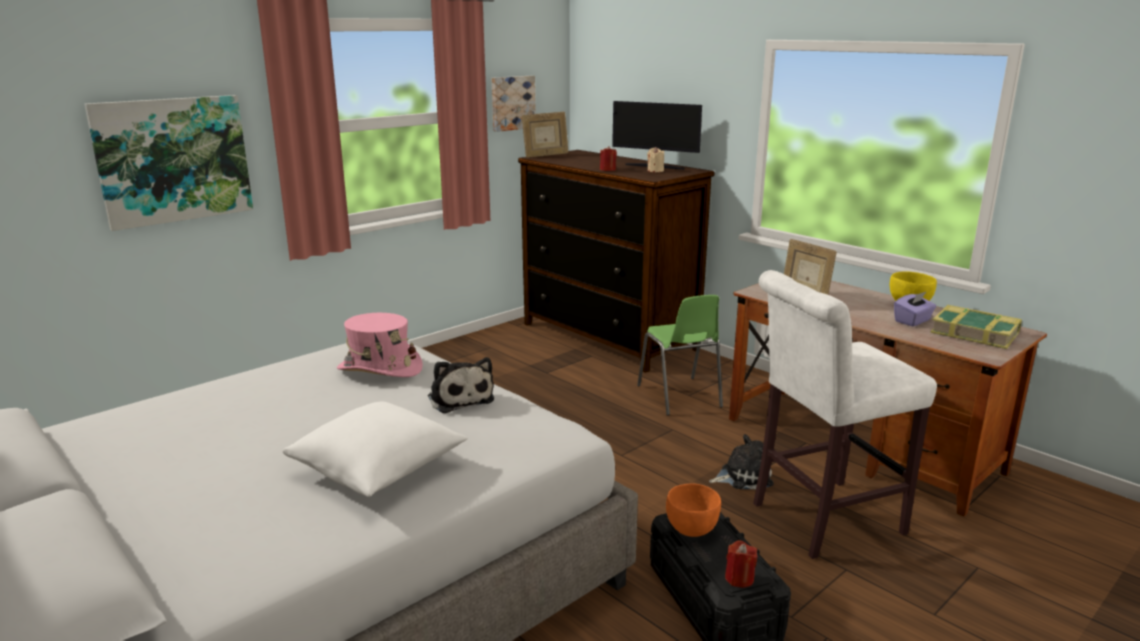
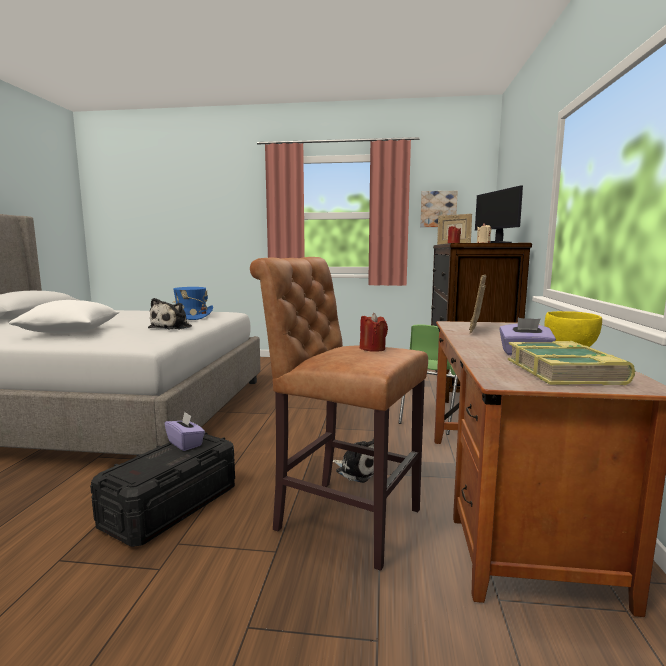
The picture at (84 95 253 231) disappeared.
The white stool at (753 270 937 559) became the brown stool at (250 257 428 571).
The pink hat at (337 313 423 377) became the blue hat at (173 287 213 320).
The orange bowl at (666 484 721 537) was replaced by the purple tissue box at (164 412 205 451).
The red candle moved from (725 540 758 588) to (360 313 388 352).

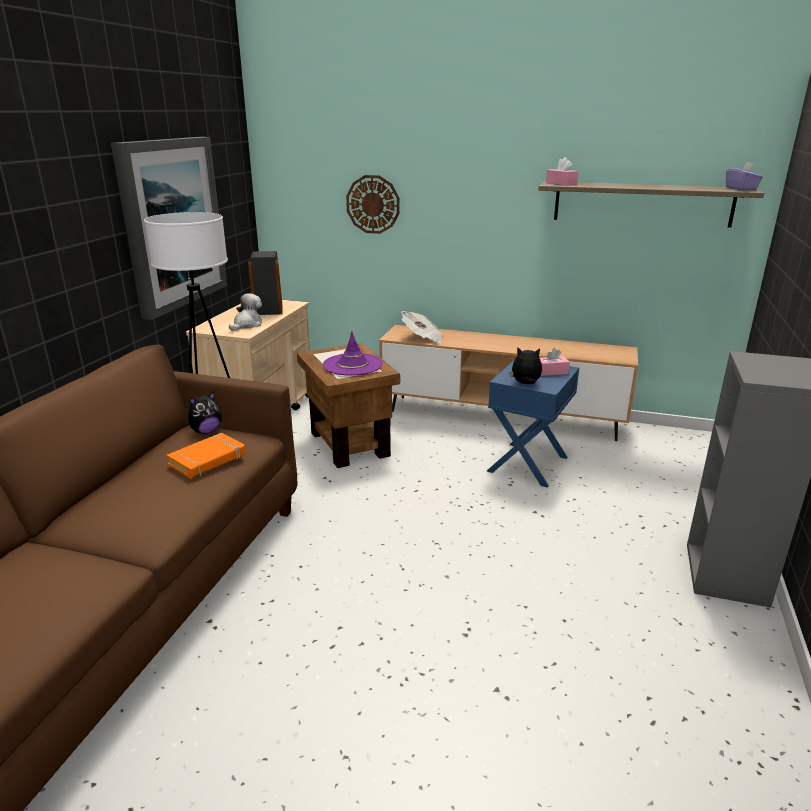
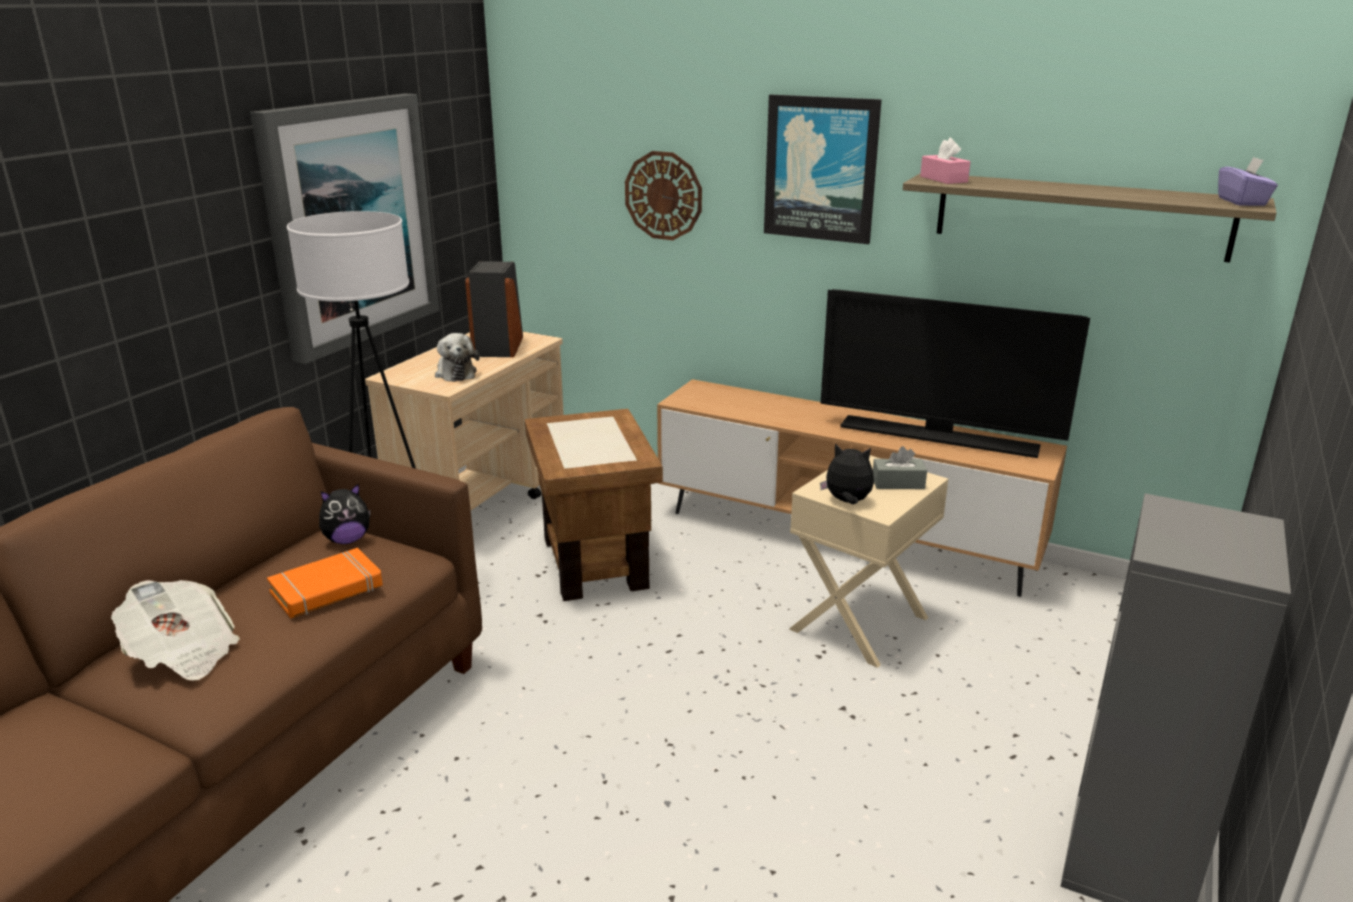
The plush toy at (229 293 262 331) turned 120 degrees clockwise.
The newspaper moved from (401 311 443 343) to (111 580 240 681).
The purple hat at (323 331 383 376) disappeared.
The pink tissue box at (540 348 570 376) became the grey tissue box at (873 446 927 489).
The blue side table at (487 361 579 488) became the beige side table at (789 455 948 668).
The picture at (764 95 882 244) appeared.
The television at (820 289 1090 458) appeared.

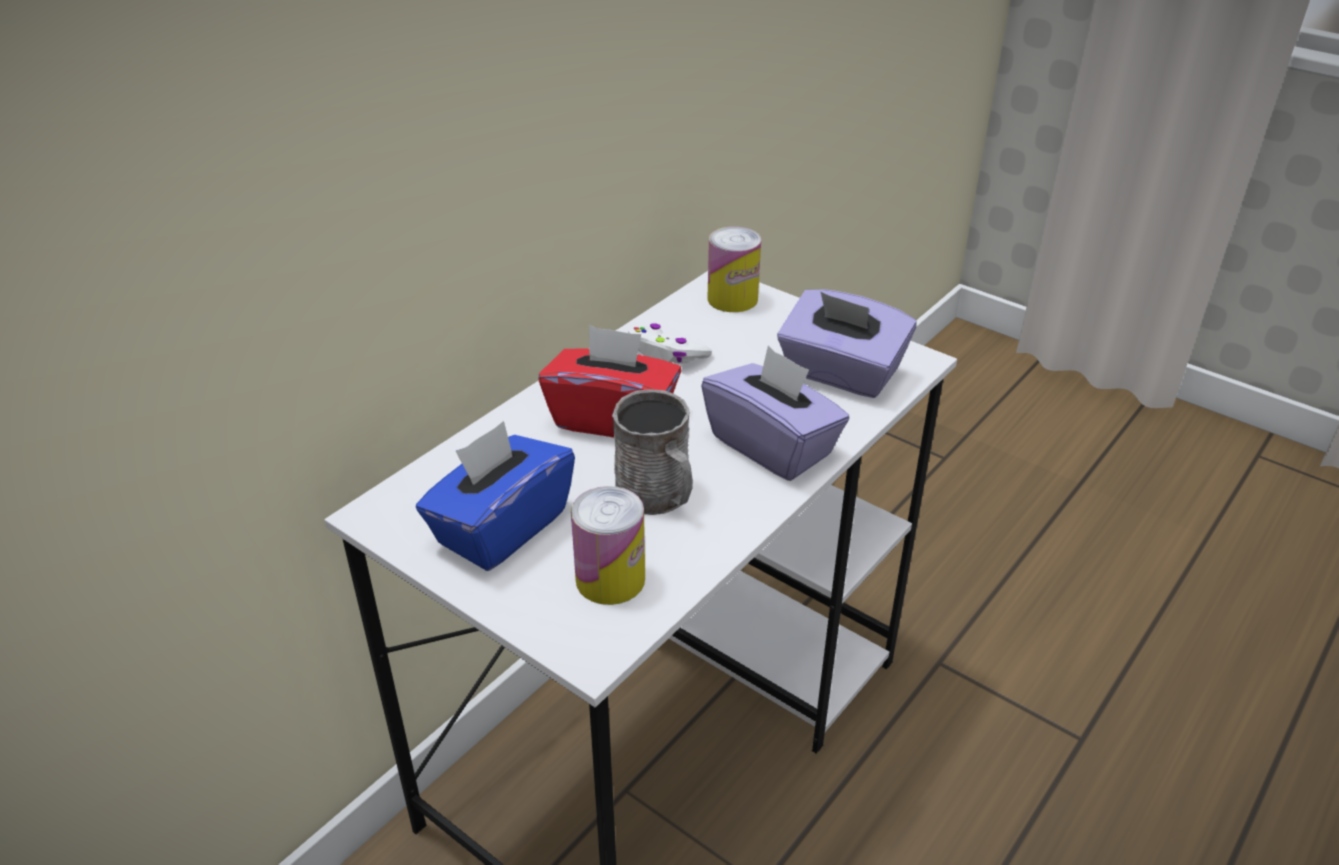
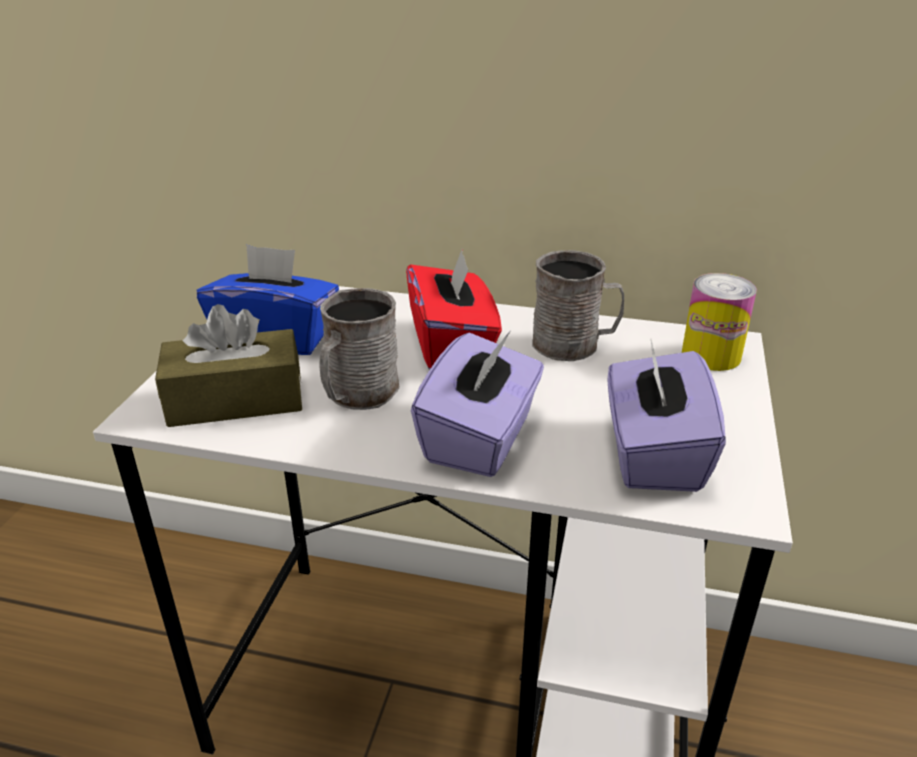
The white game controller at (628 323 712 364) was replaced by the grey mug at (532 250 624 361).
The can at (571 486 645 605) was replaced by the brown tissue box at (155 304 302 427).

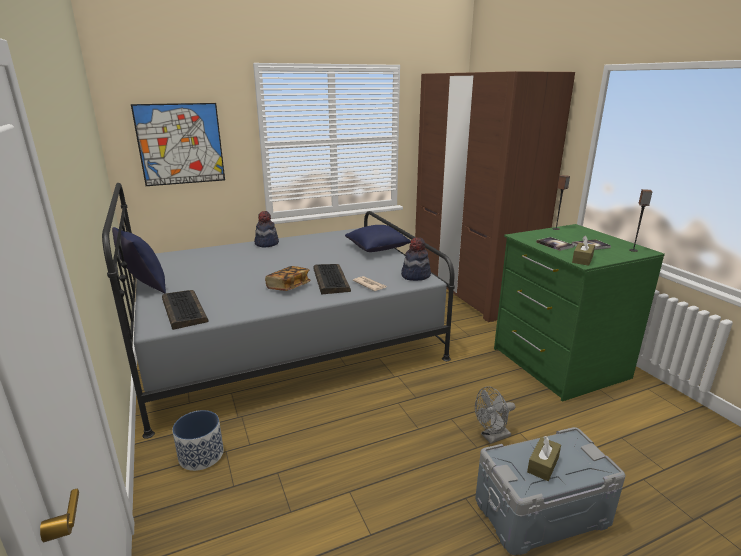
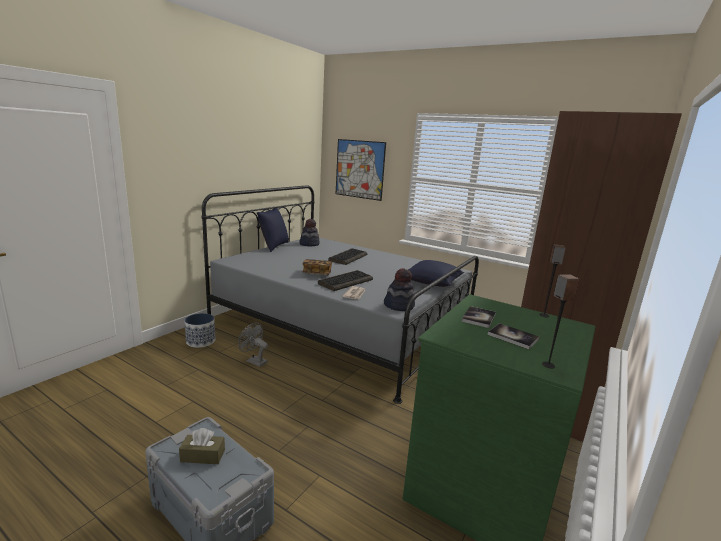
The hat moved from (254 211 279 248) to (299 219 320 246).
The brown tissue box at (572 235 595 266) disappeared.
The keyboard moved from (162 290 209 330) to (328 248 367 265).
The grey fan moved from (475 386 515 444) to (239 322 268 367).

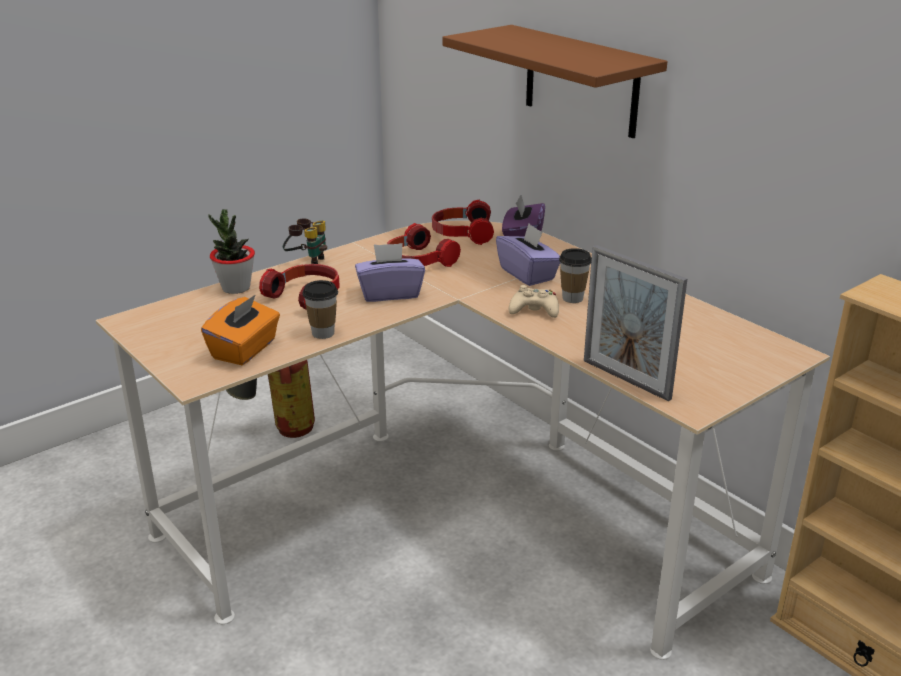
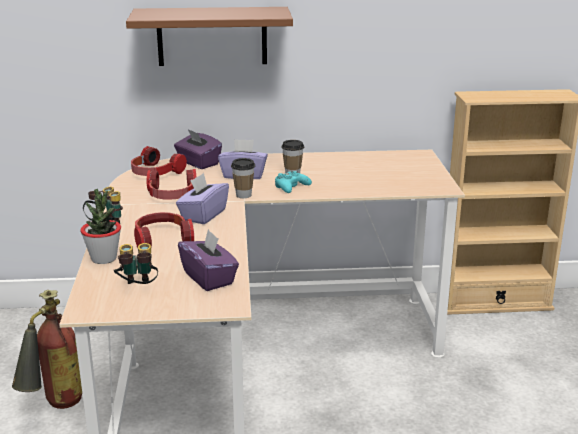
The picture frame at (584 245 687 401) disappeared.
The cup moved from (302 280 338 339) to (231 158 255 198).
The beige game controller at (509 285 559 318) became the turquoise game controller at (275 171 312 193).
The orange tissue box at (201 294 280 365) became the purple tissue box at (178 229 239 291).
The binoculars at (114 243 158 284) appeared.

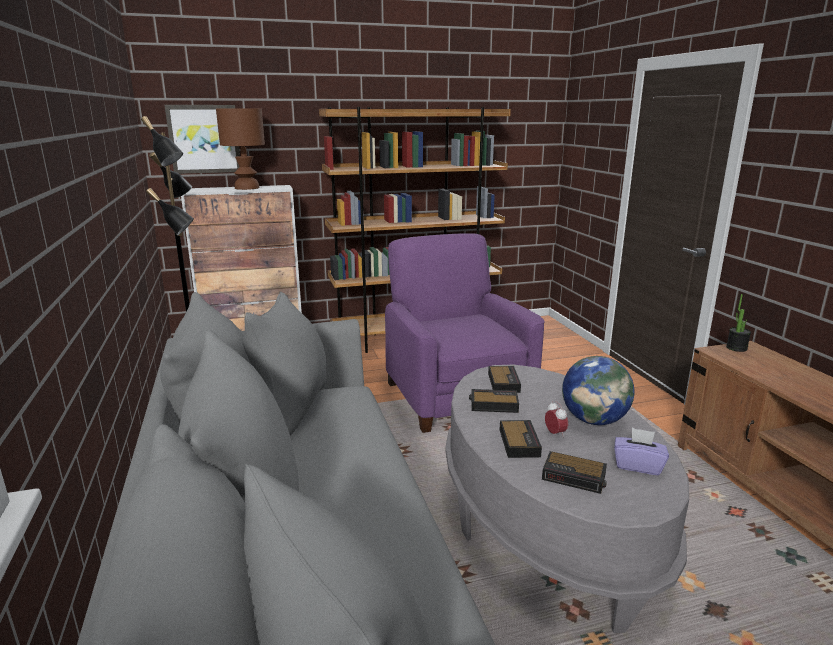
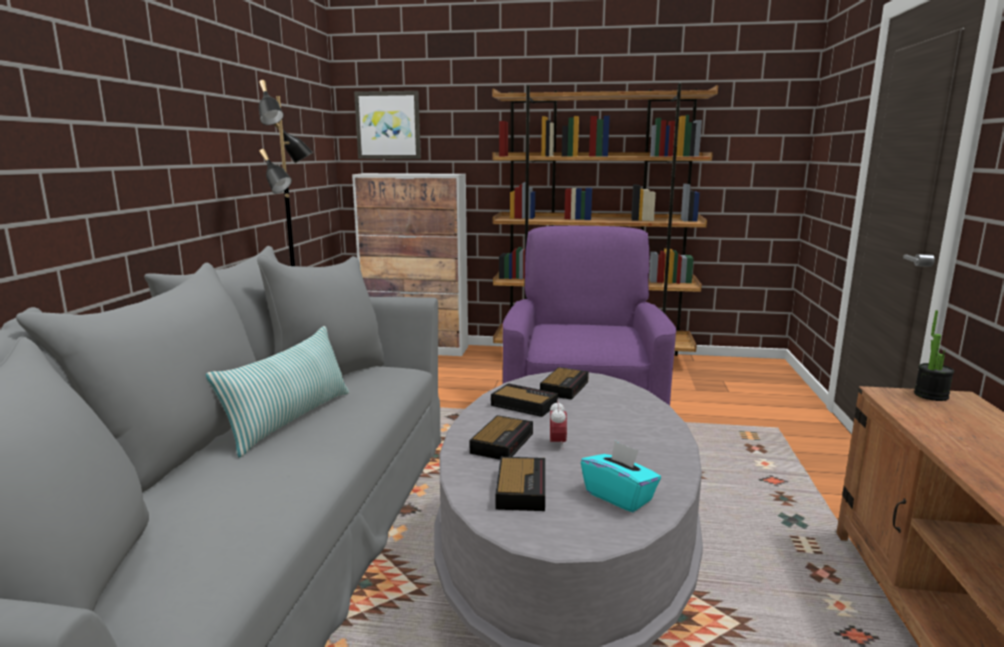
The brown table lamp at (216 109 265 190) disappeared.
The globe at (562 356 634 425) disappeared.
The purple tissue box at (614 428 669 475) became the turquoise tissue box at (581 441 661 512).
The alarm clock at (542 451 607 494) turned 135 degrees counterclockwise.
The pillow at (206 326 349 458) appeared.

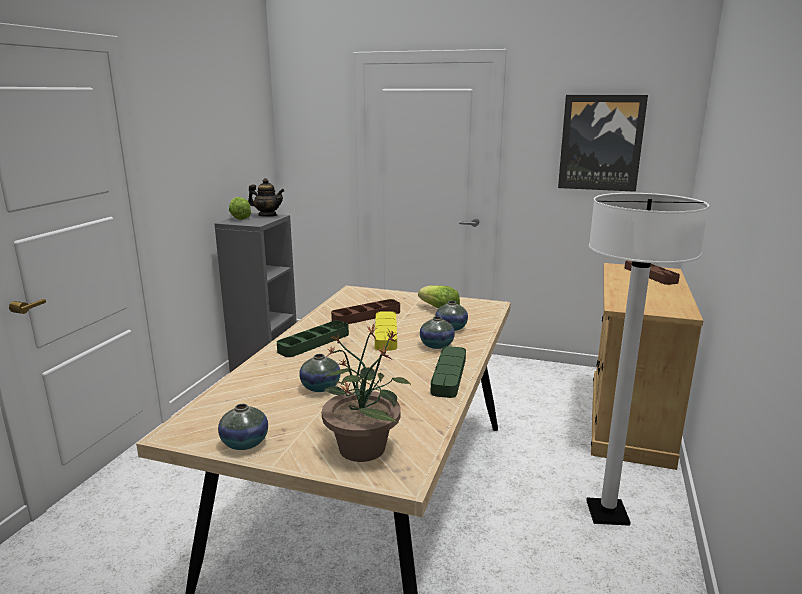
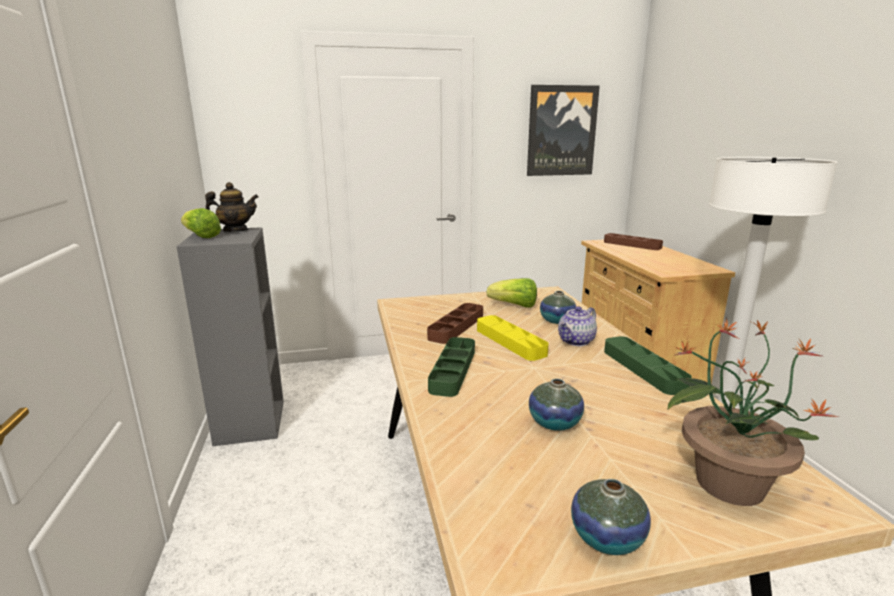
The vase at (420 316 455 349) was replaced by the teapot at (558 306 597 346).

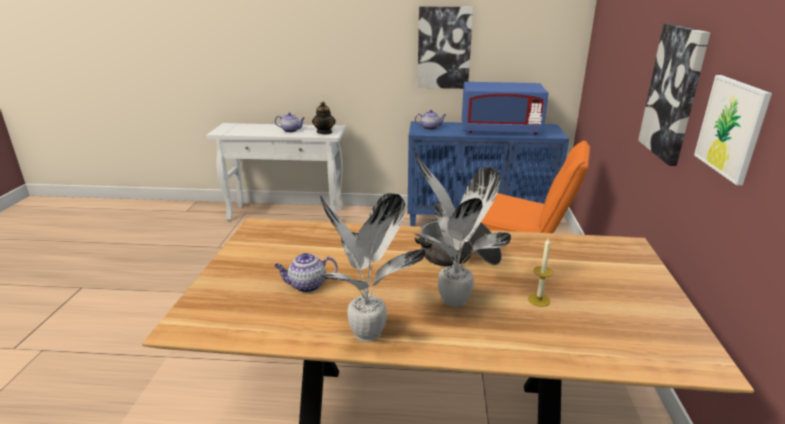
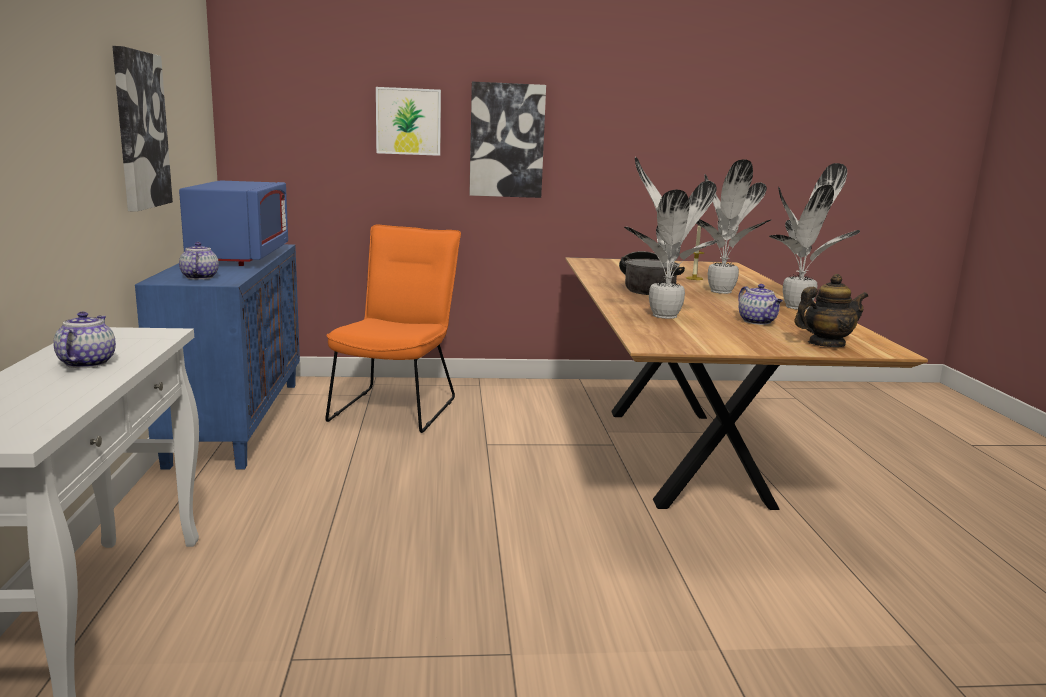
The picture moved from (694 75 772 185) to (376 87 441 156).
The teapot moved from (312 102 336 134) to (794 274 868 347).
The potted plant at (624 157 719 319) appeared.

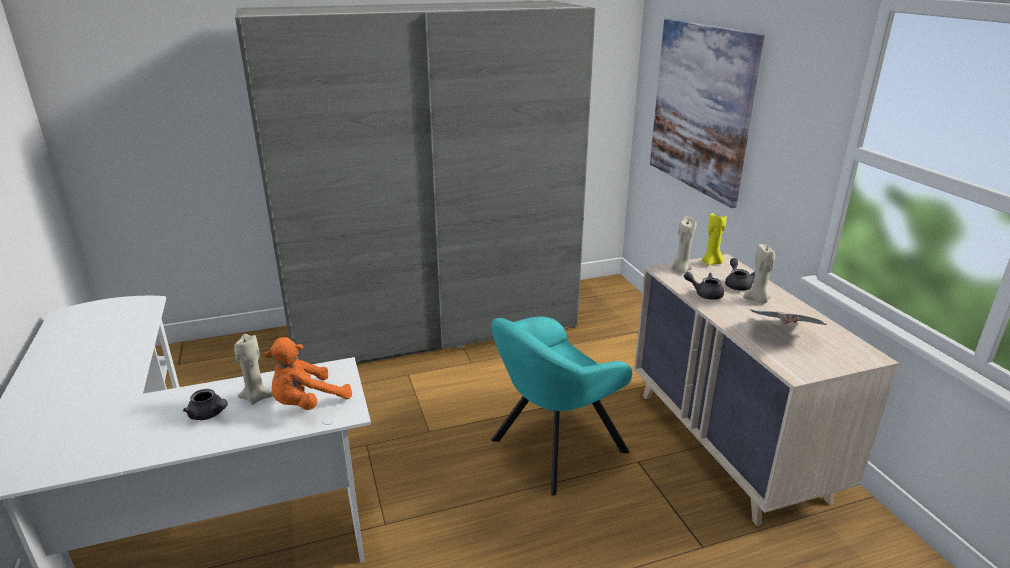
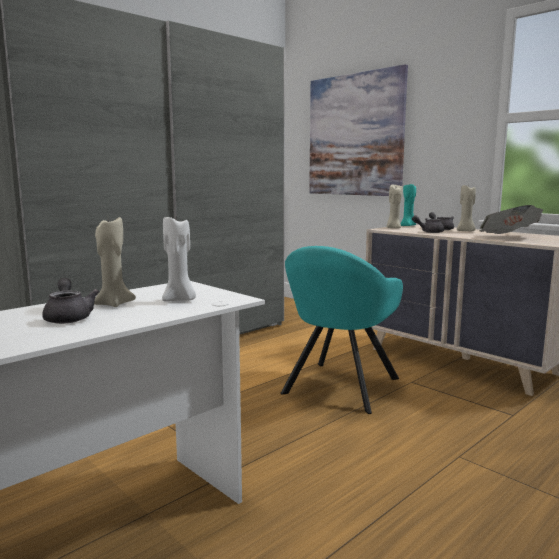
The yellow candle at (702 213 727 266) became the turquoise candle at (401 184 416 226).
The orange plush toy at (264 337 352 410) was replaced by the white candle at (162 217 196 301).
The grey teapot at (183 389 228 420) turned 120 degrees counterclockwise.

